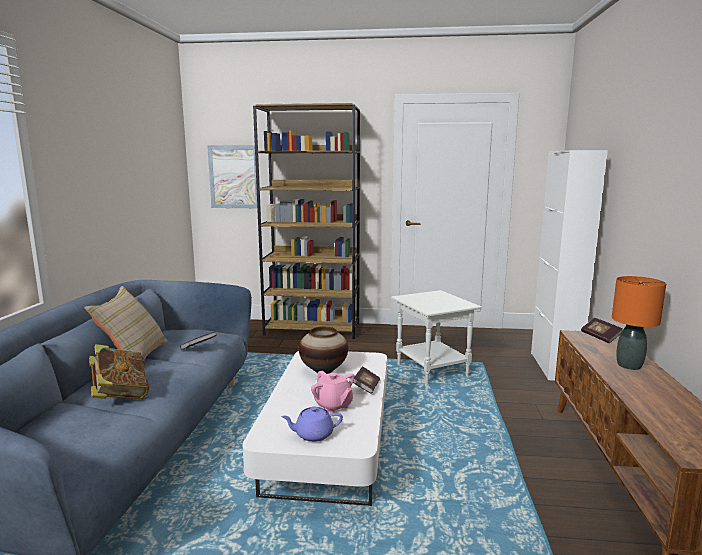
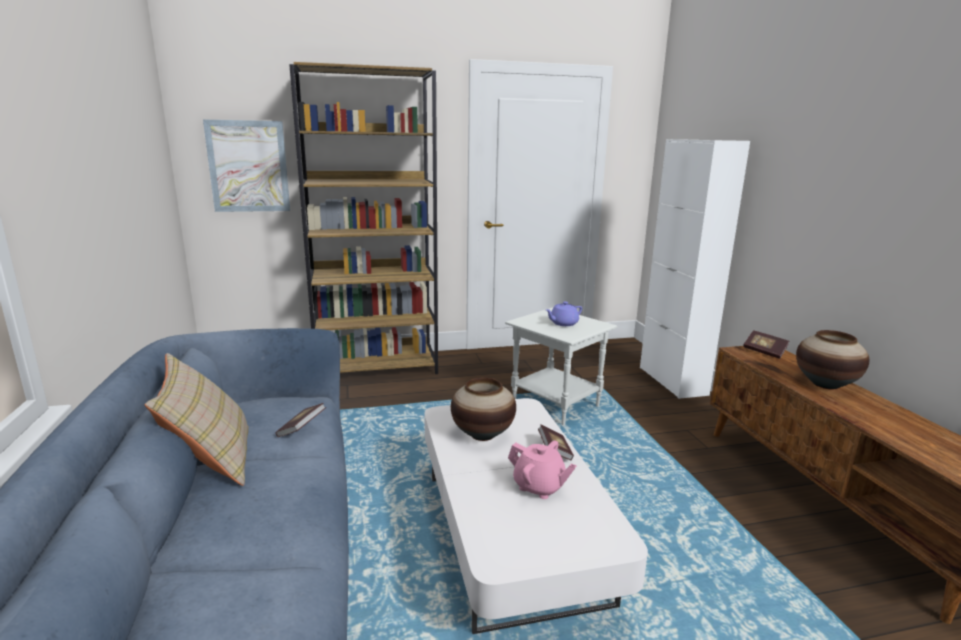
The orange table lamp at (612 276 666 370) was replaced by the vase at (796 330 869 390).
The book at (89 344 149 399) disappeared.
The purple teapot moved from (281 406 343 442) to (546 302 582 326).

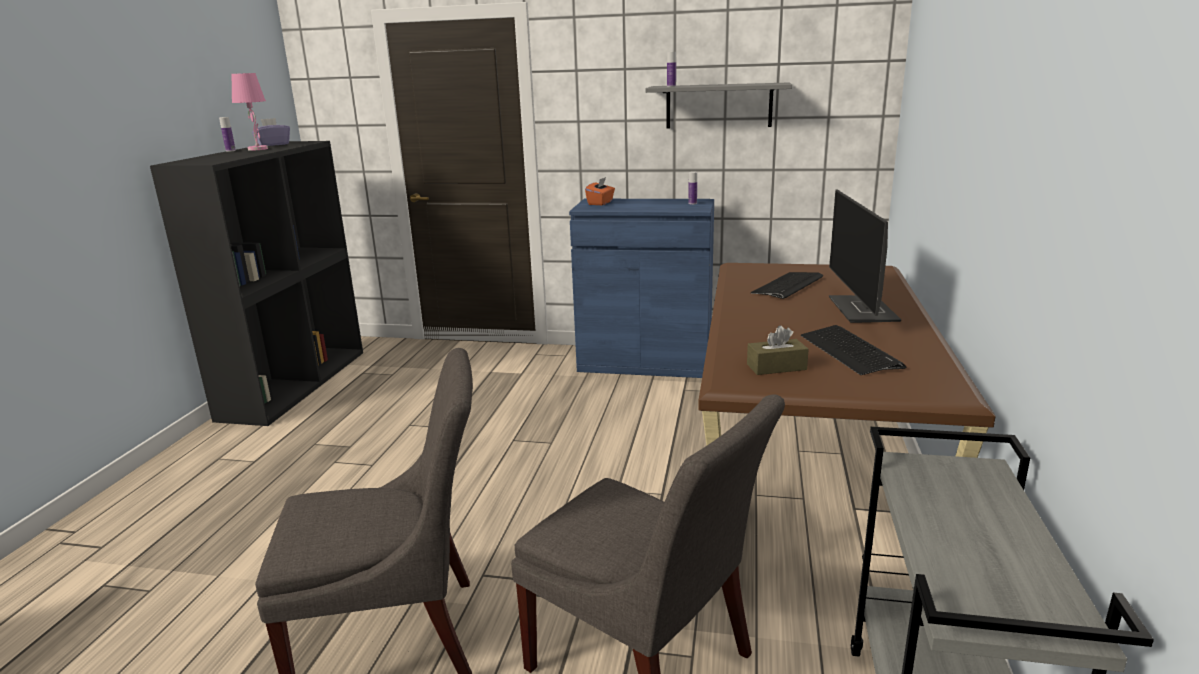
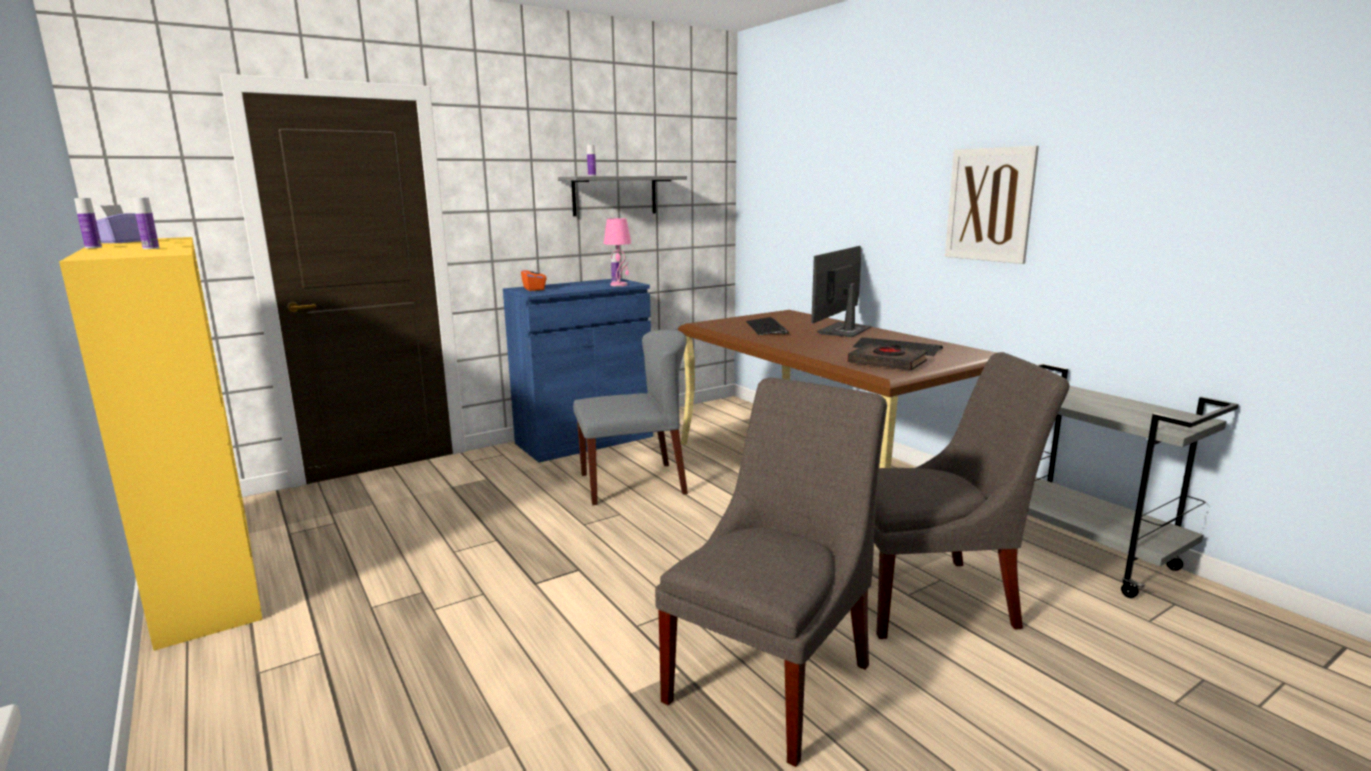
The pink table lamp moved from (232 73 268 151) to (604 218 631 287).
The black bookcase at (150 141 363 426) became the yellow bookcase at (59 237 263 651).
The monitor at (829 189 901 323) turned 75 degrees clockwise.
The brown tissue box at (747 325 809 375) was replaced by the black book at (848 344 928 371).
The picture at (945 146 1039 264) appeared.
The bottle at (133 198 159 249) appeared.
The grey chair at (573 329 688 505) appeared.

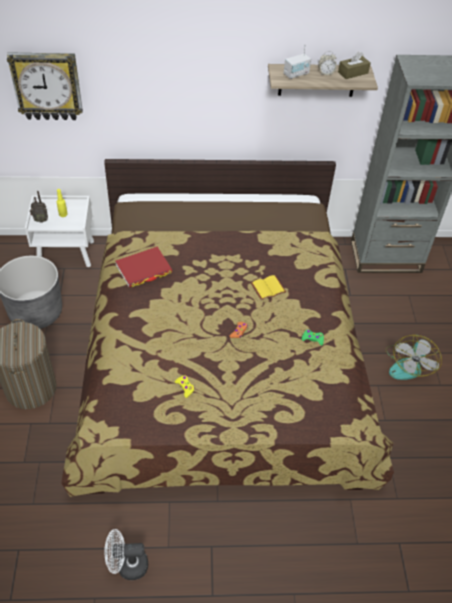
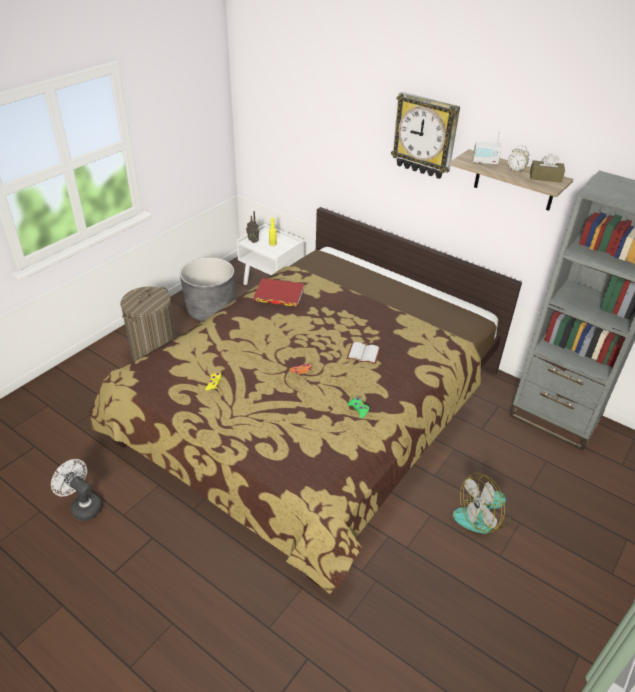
The wall clock moved from (7 52 83 120) to (391 92 460 179).
The yellow book at (251 275 286 300) became the white book at (347 342 380 364).

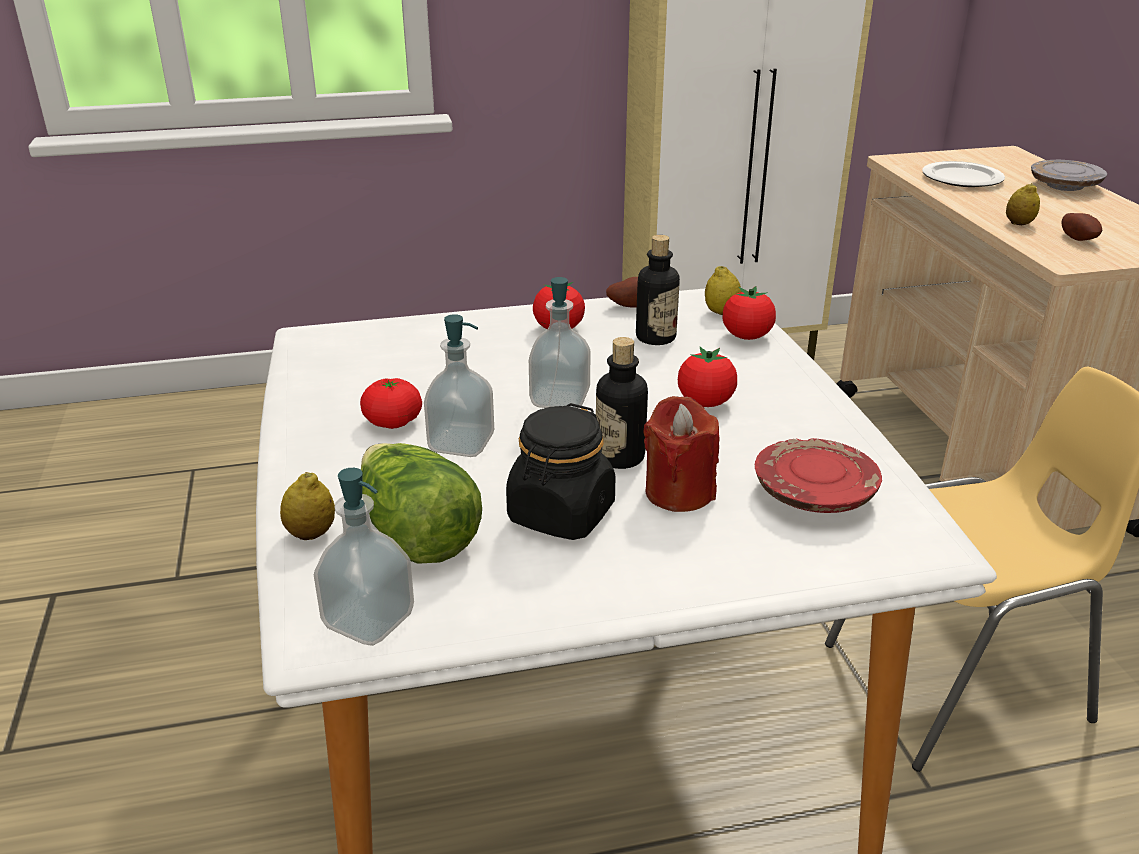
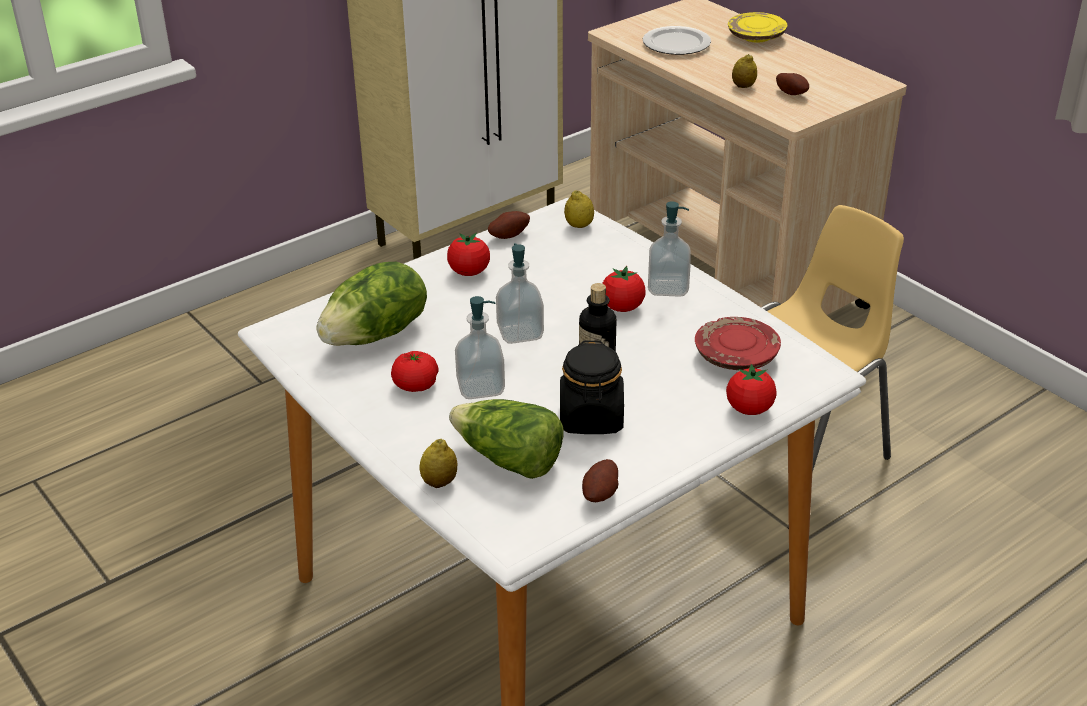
The grey plate at (1031 160 1107 191) became the yellow plate at (728 12 787 43).
The bottle at (636 235 680 345) disappeared.
The tomato moved from (722 286 776 340) to (726 364 777 415).
The red candle at (643 396 720 512) disappeared.
The soap dispenser moved from (314 468 414 646) to (648 201 691 297).
The lettuce at (317 262 427 346) appeared.
The potato at (582 459 618 502) appeared.

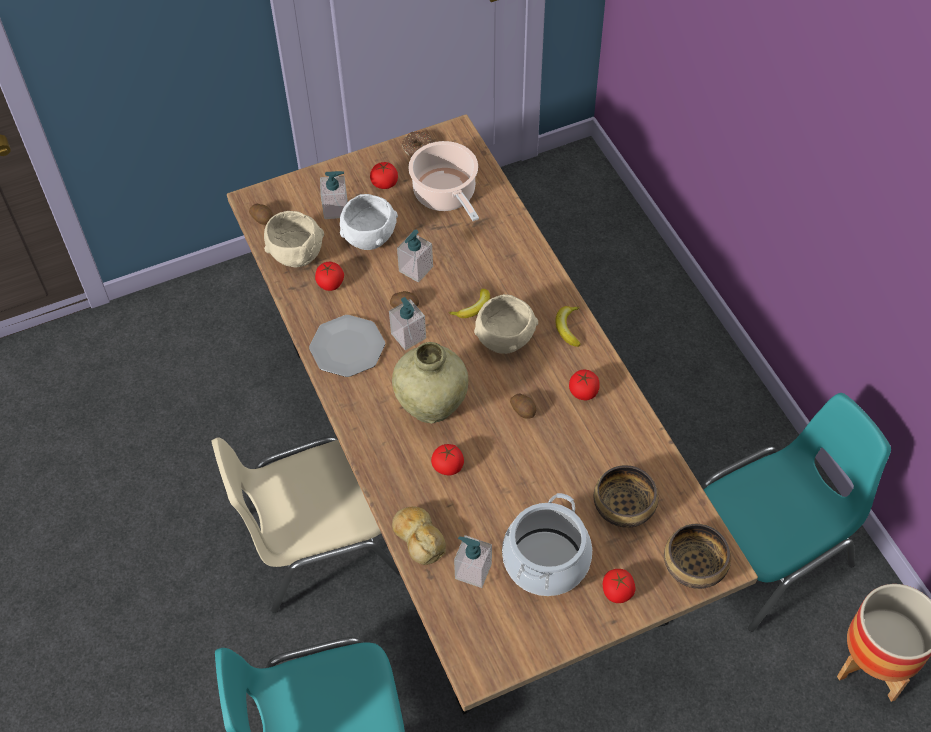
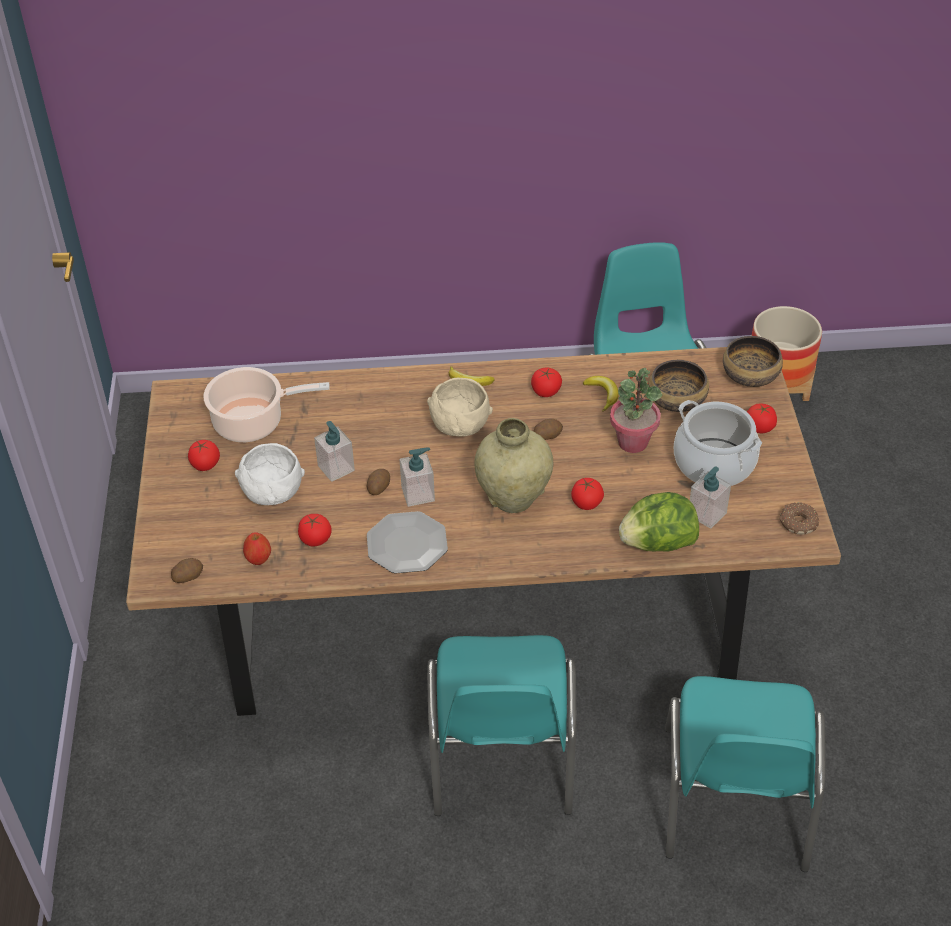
The donut moved from (402 131 433 157) to (779 502 819 535).
The soap dispenser at (320 171 348 219) disappeared.
The beige bowl at (264 211 324 267) was replaced by the apple at (243 532 271 565).
The banana moved from (448 289 490 318) to (583 376 619 412).
The beige chair at (211 437 400 613) became the turquoise chair at (427 635 576 816).
The bread at (392 507 446 565) was replaced by the lettuce at (619 492 699 552).
The potted plant at (610 368 662 453) appeared.

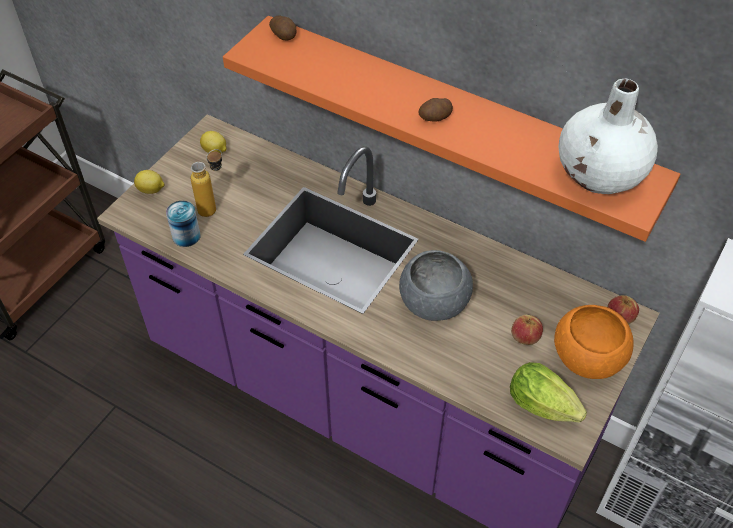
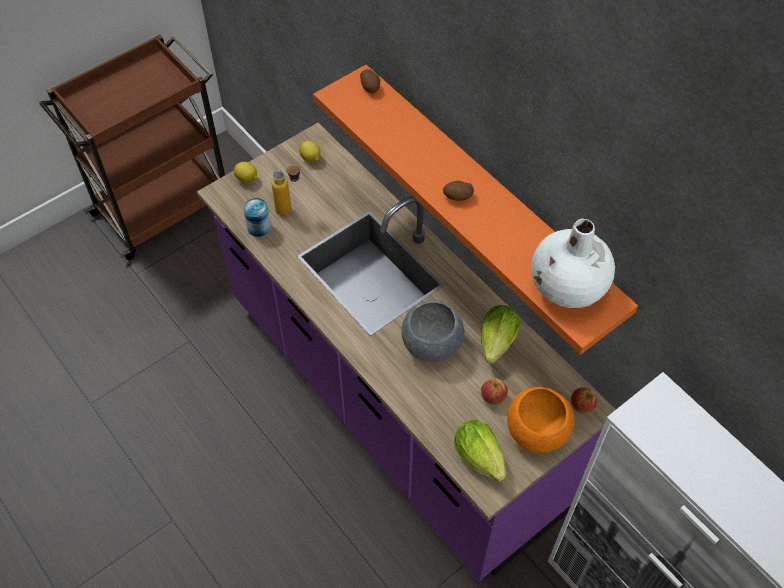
The lettuce at (481 305 521 364) appeared.

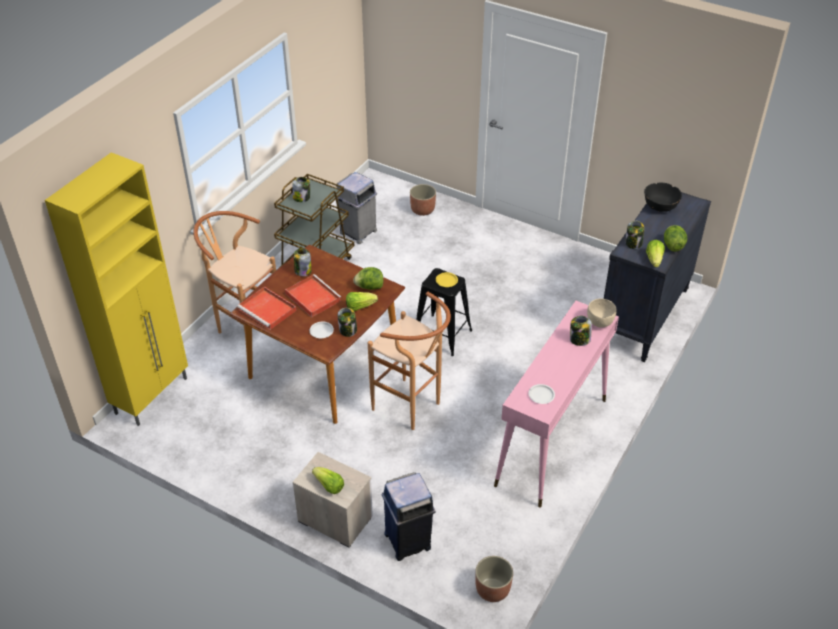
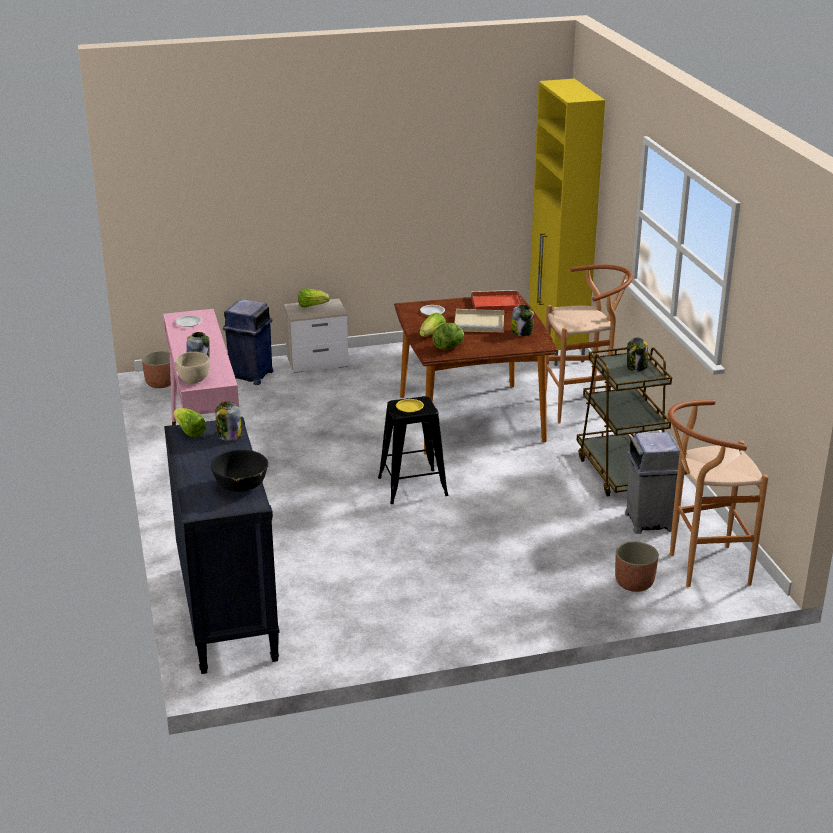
The lettuce at (664 225 687 252) disappeared.
The red tray at (285 274 342 317) became the beige tray at (454 309 504 333).
The brown stool moved from (368 292 451 430) to (668 400 769 587).
The jar at (338 308 357 337) disappeared.

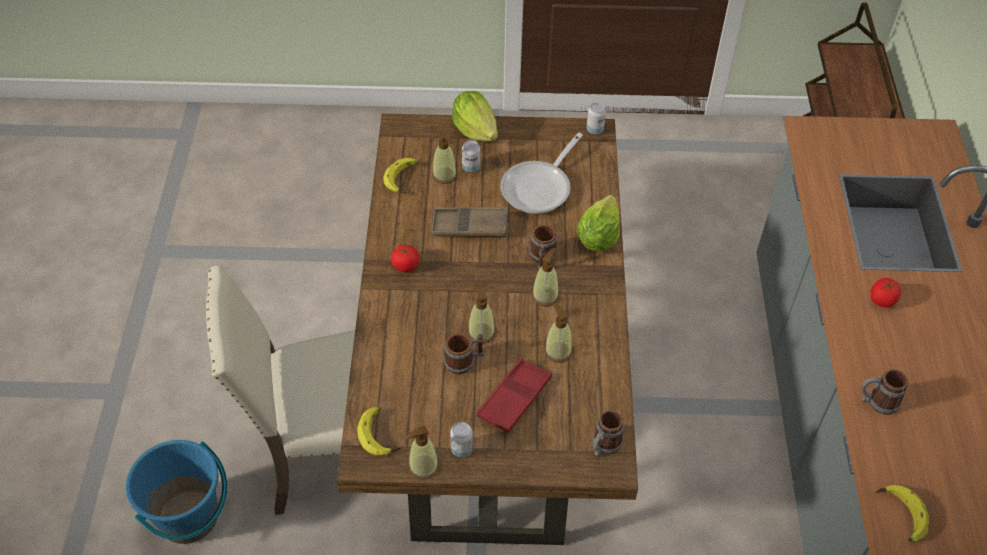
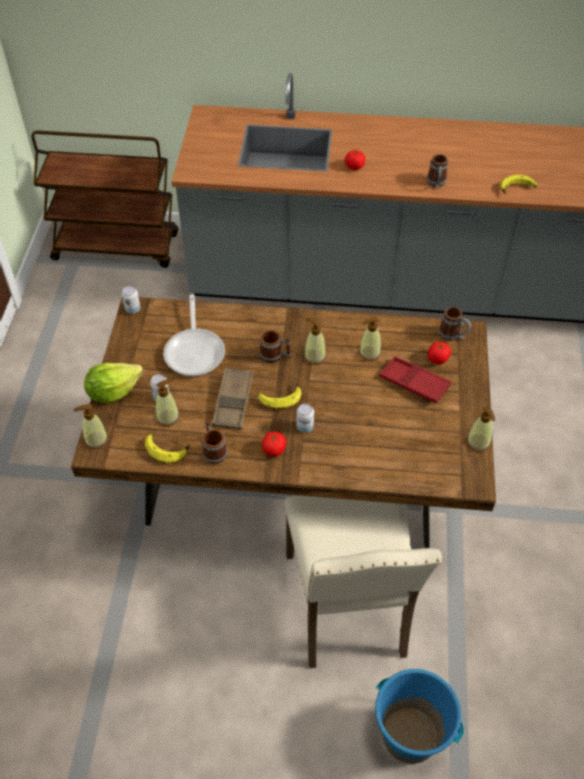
The frying pan at (500 133 583 214) turned 45 degrees clockwise.
The lettuce at (577 195 620 251) disappeared.
The soap dispenser moved from (468 284 495 344) to (74 404 108 449).
The mug moved from (444 333 484 374) to (202 421 228 464).
The banana moved from (357 407 401 456) to (258 382 302 409).
The can moved from (450 422 473 457) to (297 404 314 433).
The tomato at (428 341 451 364) appeared.

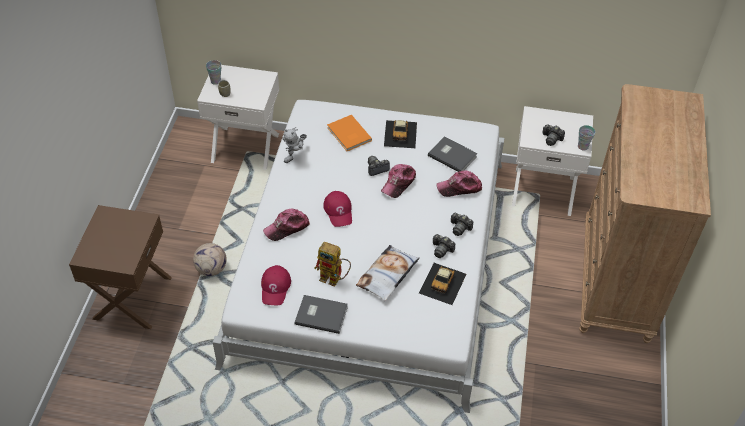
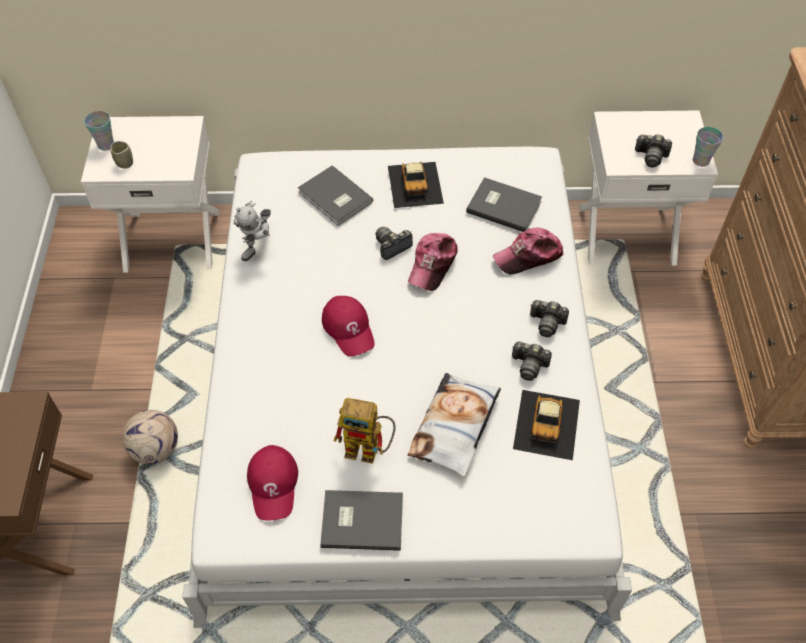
The orange book at (327 115 372 151) became the grey book at (298 165 373 226).
The cap at (263 209 310 241) disappeared.

